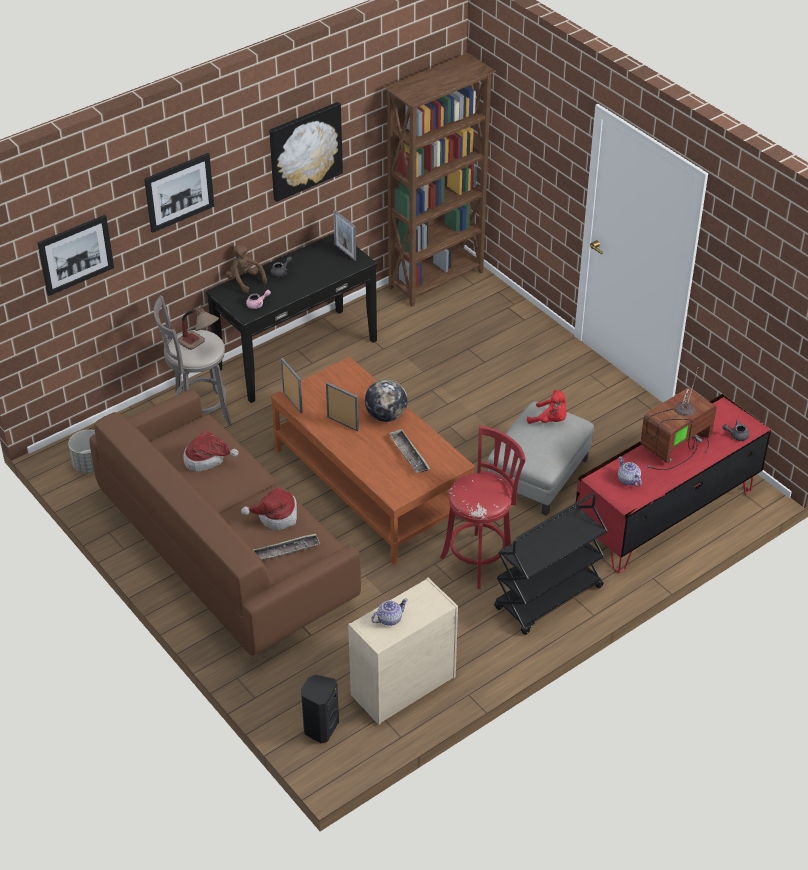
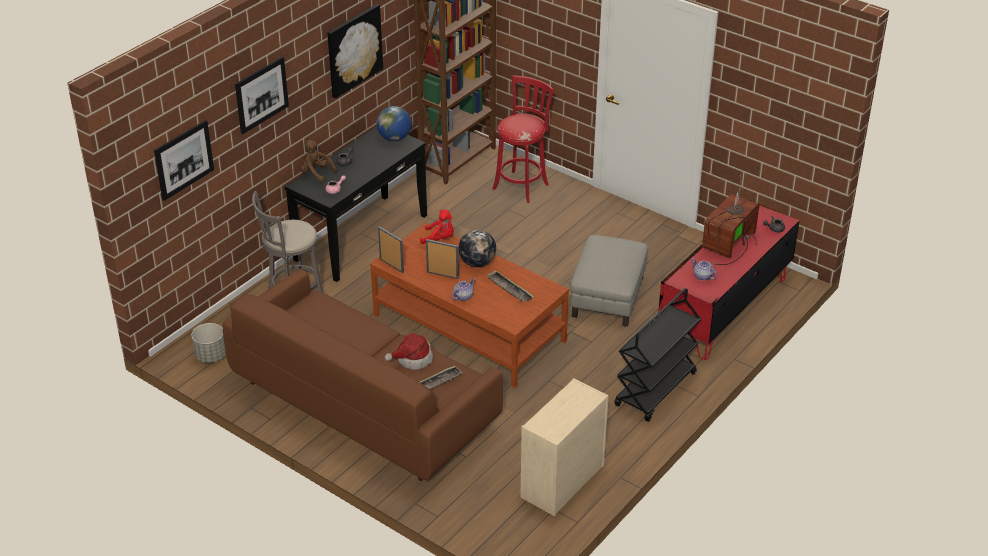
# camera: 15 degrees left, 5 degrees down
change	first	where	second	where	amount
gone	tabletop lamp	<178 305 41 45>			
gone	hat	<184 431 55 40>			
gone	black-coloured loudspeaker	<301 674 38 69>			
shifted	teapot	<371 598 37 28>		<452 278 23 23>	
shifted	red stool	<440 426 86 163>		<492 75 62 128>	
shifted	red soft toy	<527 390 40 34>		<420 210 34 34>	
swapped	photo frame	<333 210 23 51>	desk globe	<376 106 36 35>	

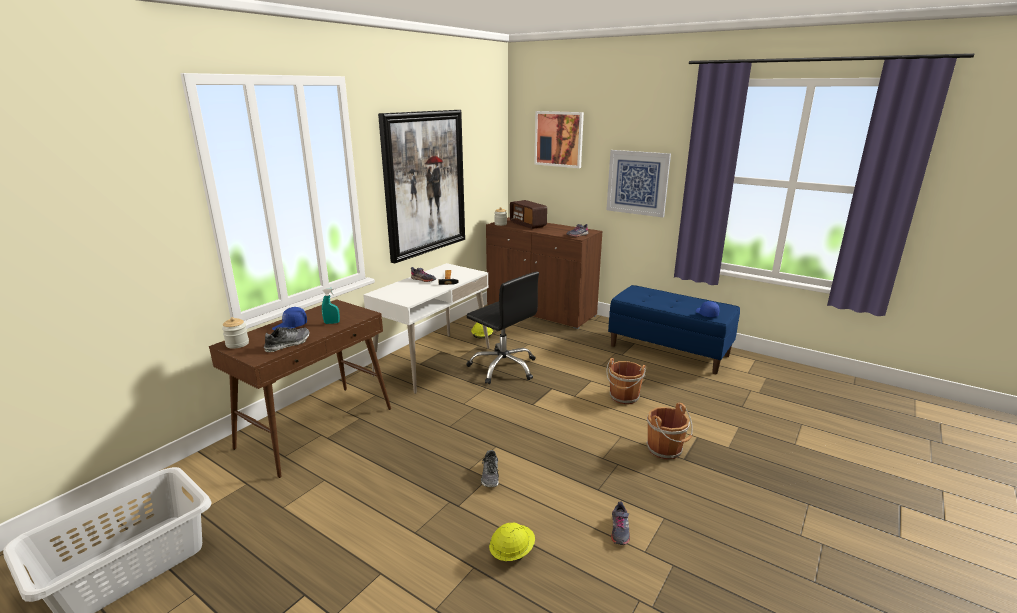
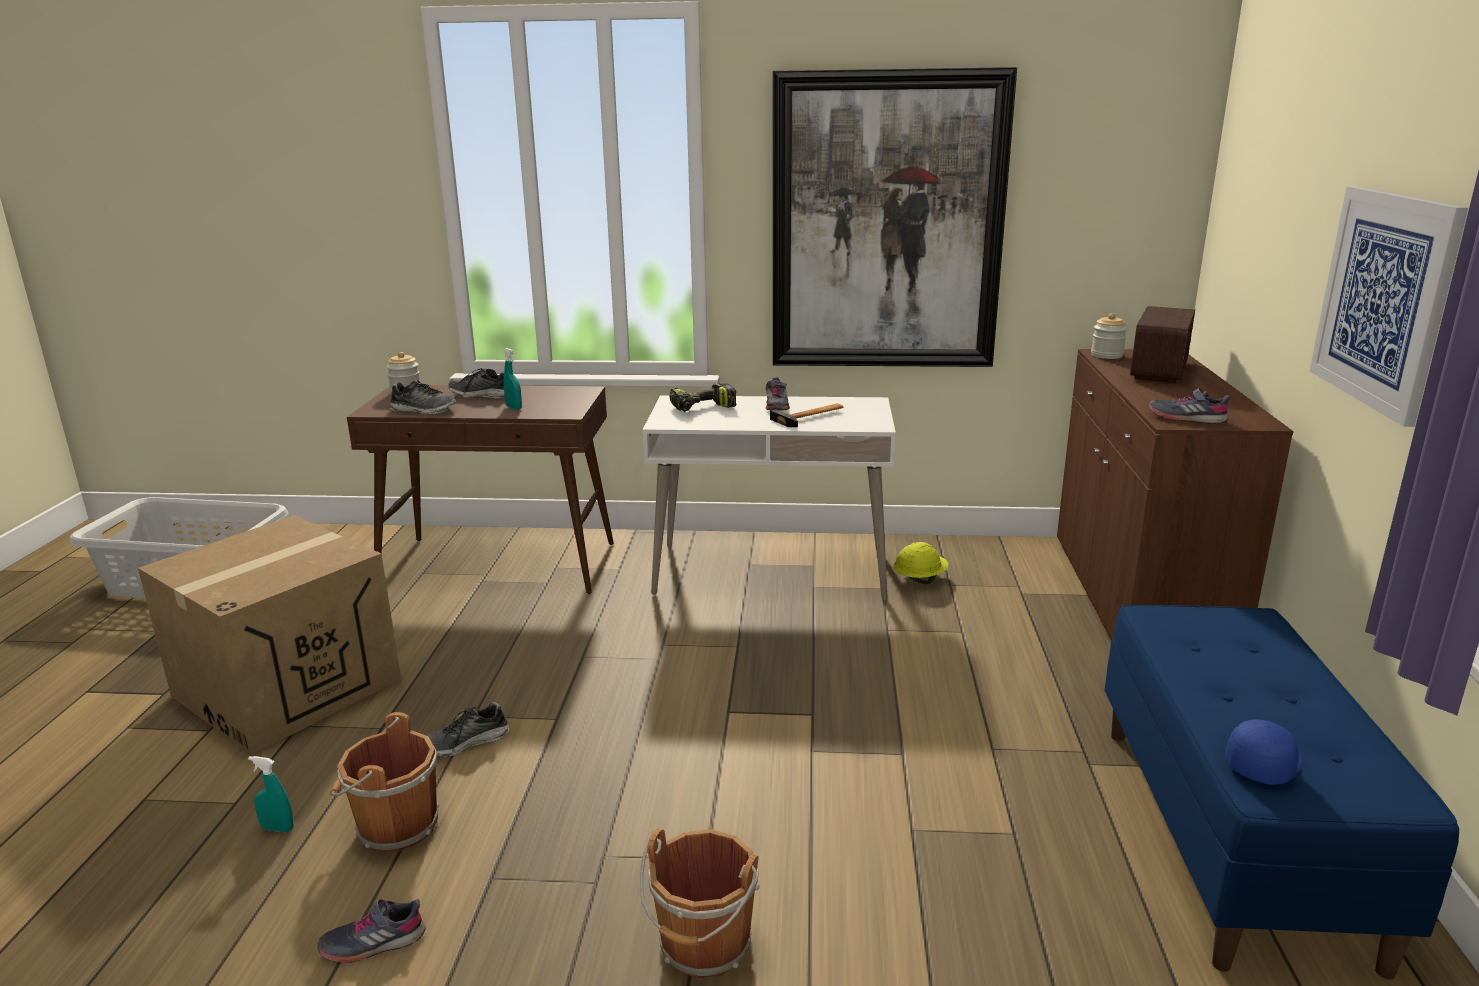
# camera: 60 degrees right, 0 degrees up
change	first	where	second	where	amount
gone	black-coloured office chair	<466 272 73 112>			
gone	picture	<535 111 49 57>			
new			packing box	<138 515 263 240>	
new			power drill	<669 382 67 30>	
shifted	brown pail	<606 358 40 46>		<330 712 109 140>	
swapped	blue-coloured cap	<272 307 35 23>	shoe	<448 368 57 30>	
swapped	yellow hard hat	<489 522 46 39>	turquoise hand sprayer	<248 756 45 77>	

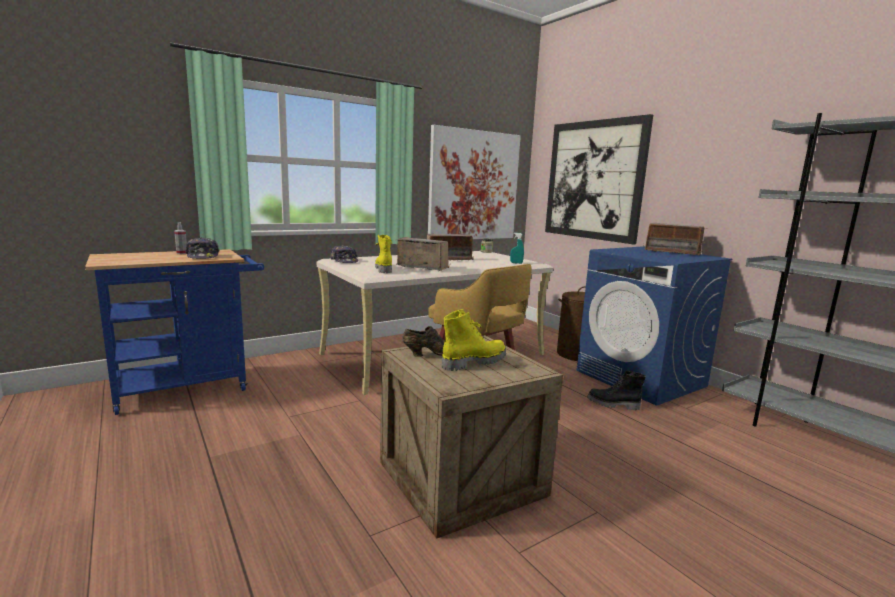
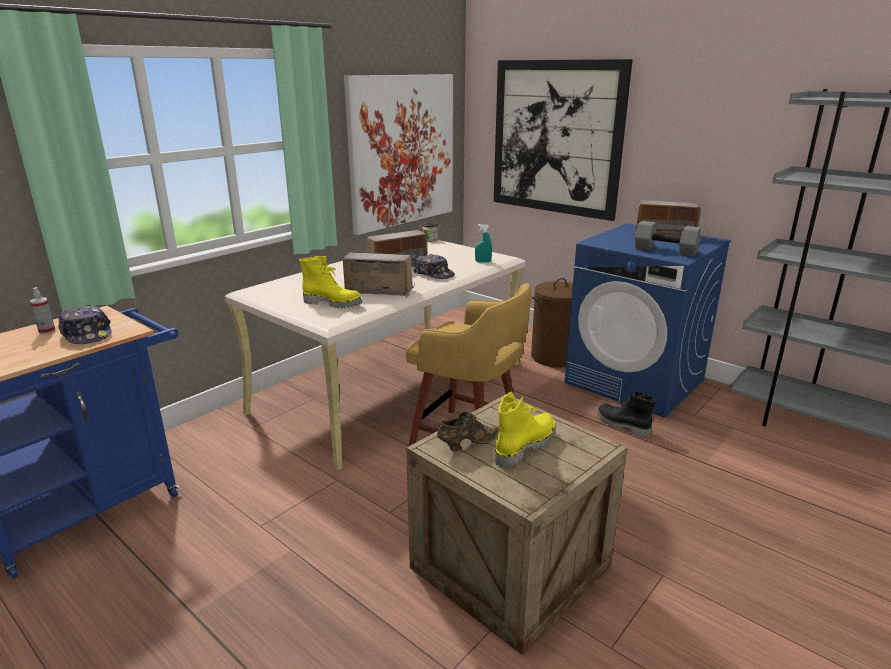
# camera: 15 degrees left, 10 degrees up
change	first	where	second	where	amount
new			gray dumbbell	<635 221 66 36>	
shifted	cap	<330 245 28 18>		<414 254 41 25>	
rotated	yellow tall boot	<375 235 18 38>		<299 256 63 52>	135 degrees clockwise
rotated	black-coloured tall boot	<587 371 59 39>		<597 391 59 46>	45 degrees clockwise

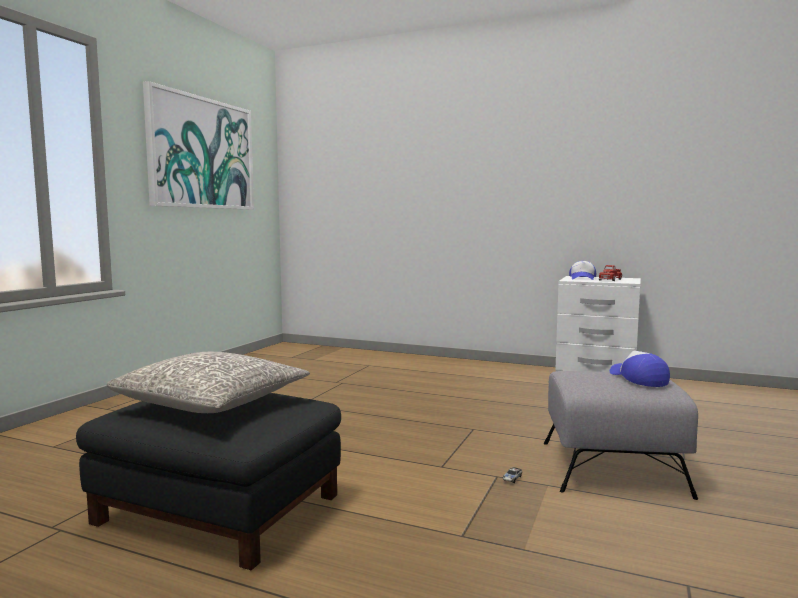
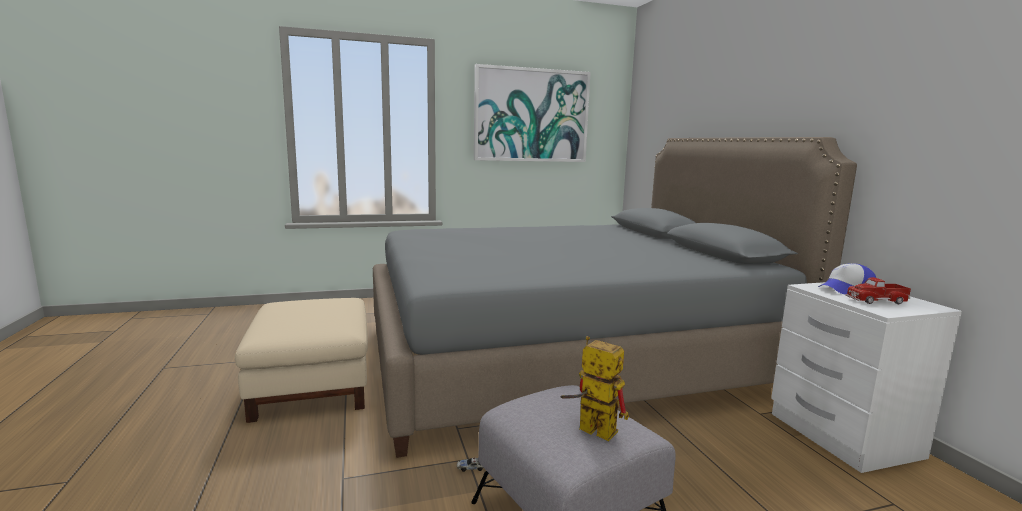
# camera: 50 degrees right, 5 degrees up
change	first	where	second	where	amount
gone	gray cushion	<107 352 203 61>			
new			gray bed	<373 137 484 321>	
swapped	cap	<610 350 60 37>	robot figure	<560 336 69 105>	
repainted	black-coloured pouffe	<76 393 265 177>	sand-coloured pouffe	<235 298 133 125>	

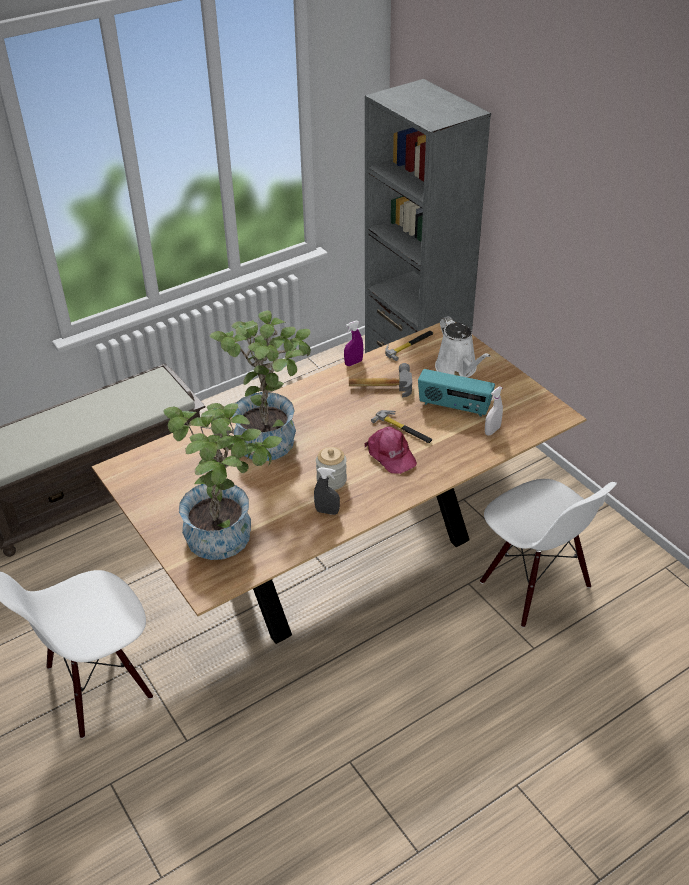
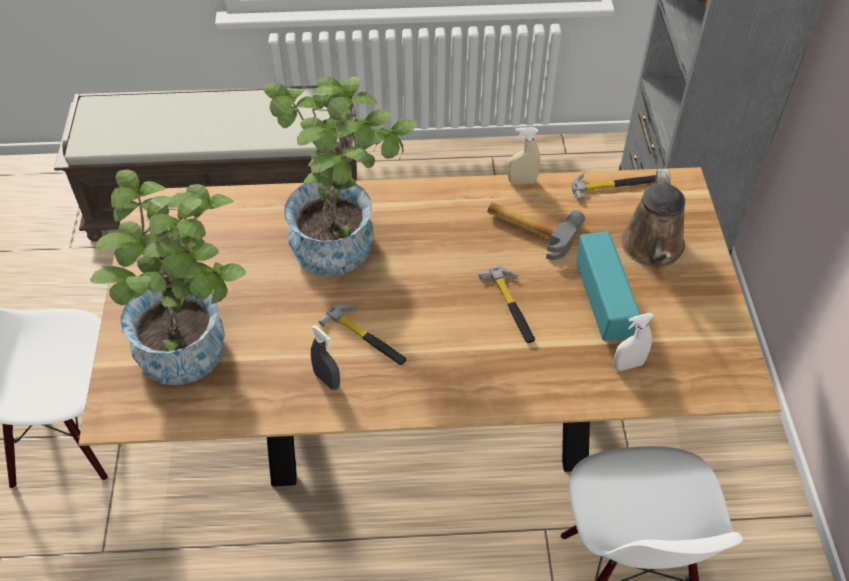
# camera: 30 degrees right, 10 degrees up
change	first	where	second	where	amount
gone	pink cap	<364 426 53 48>			
swapped	jar	<316 447 31 43>	hand hammer	<319 305 88 60>	
repainted	purple hand sprayer	<344 321 19 45>	sand-coloured hand sprayer	<508 127 32 57>	
repainted	white watering pot	<435 316 55 61>	brown watering pot	<621 169 64 98>	
rotated	radio set	<418 369 77 48>		<577 232 63 109>	150 degrees counterclockwise

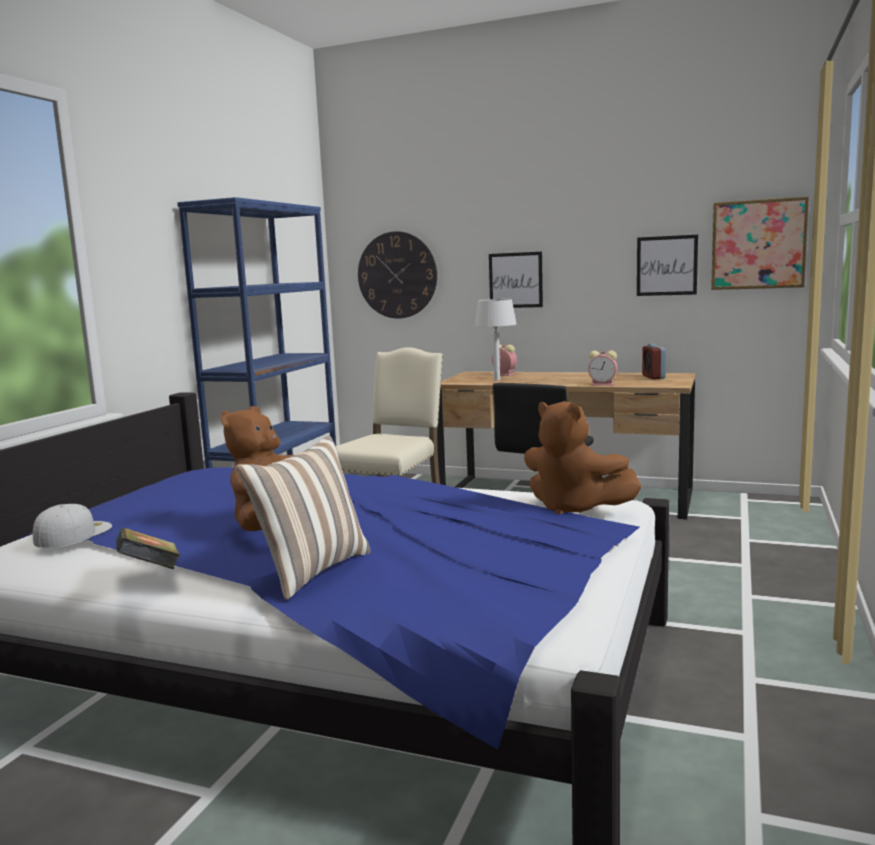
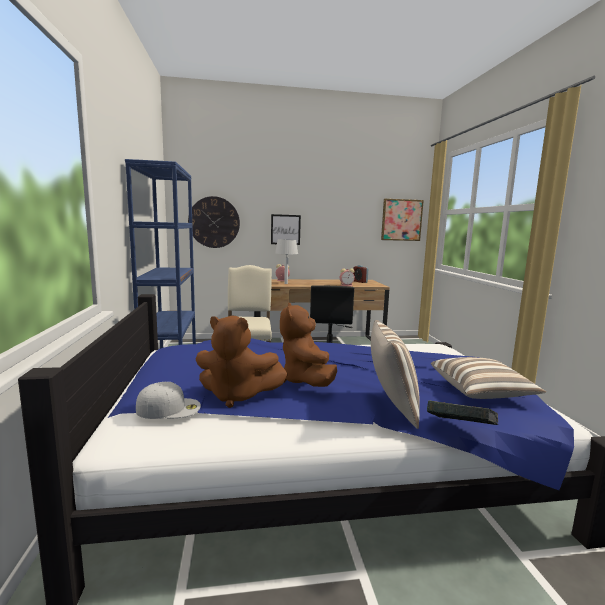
# camera: 30 degrees left, 0 degrees up
change	first	where	second	where	amount
gone	picture	<637 235 61 61>			
new			cushion	<431 357 115 42>	
shifted	bound book	<116 528 65 41>		<427 400 71 25>	
shifted	brown soft toy	<524 401 118 113>		<195 315 93 93>	
rotated	white cap	<33 504 79 44>		<136 382 65 37>	90 degrees clockwise

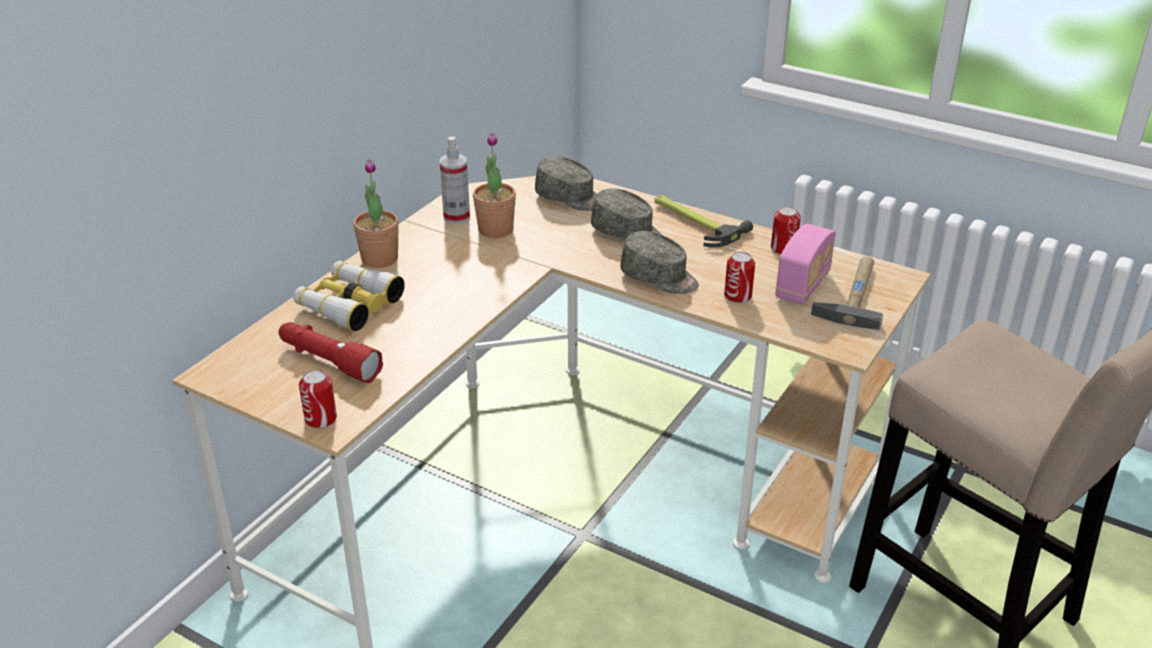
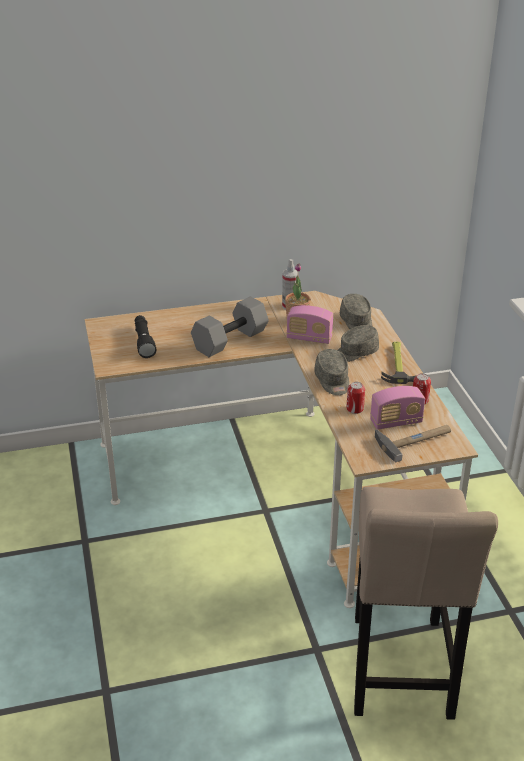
# camera: 45 degrees right, 0 degrees up
change	first	where	second	where	amount
gone	field glasses	<293 261 111 71>			
gone	can	<299 370 38 59>			
gone	potted plant	<353 159 46 109>			
new			gray dumbbell	<191 296 78 61>	
new			radio set	<287 305 46 39>	
repainted	red hand torch	<279 322 104 61>	black-coloured hand torch	<135 315 22 43>	
rotated	gray cap	<591 188 71 53>		<338 325 41 37>	75 degrees clockwise

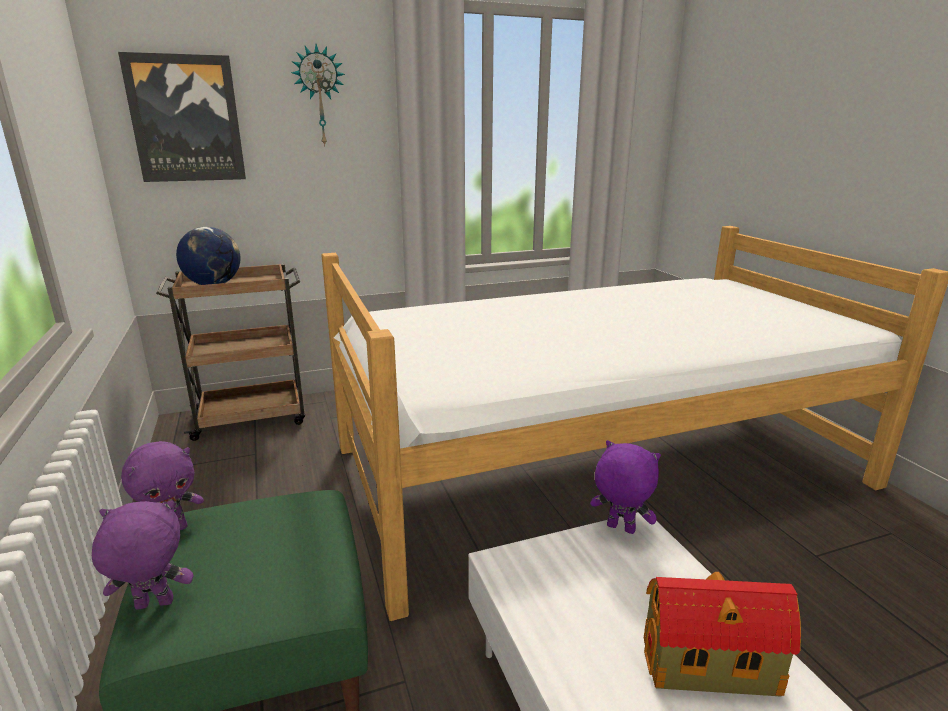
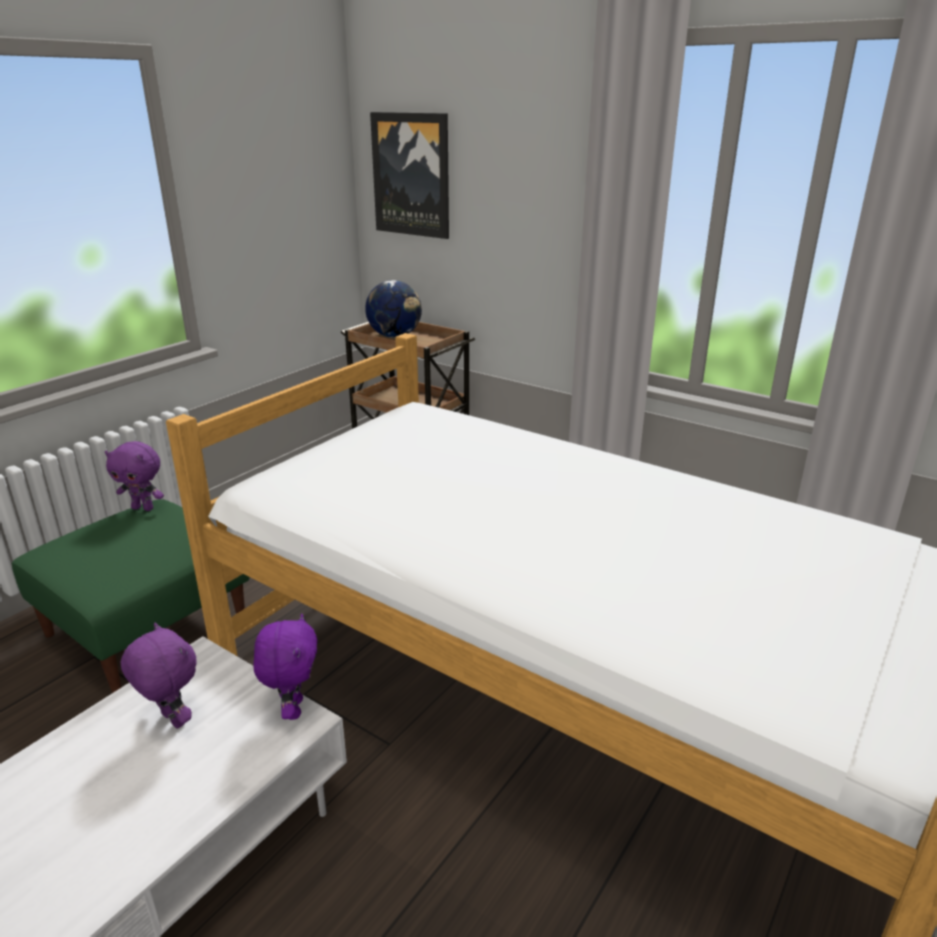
# camera: 55 degrees right, 5 degrees up
change	first	where	second	where	amount
gone	wall clock	<291 44 54 103>			
gone	model house	<644 572 157 125>			
shifted	purple soft toy	<92 500 101 110>		<121 623 76 105>	

